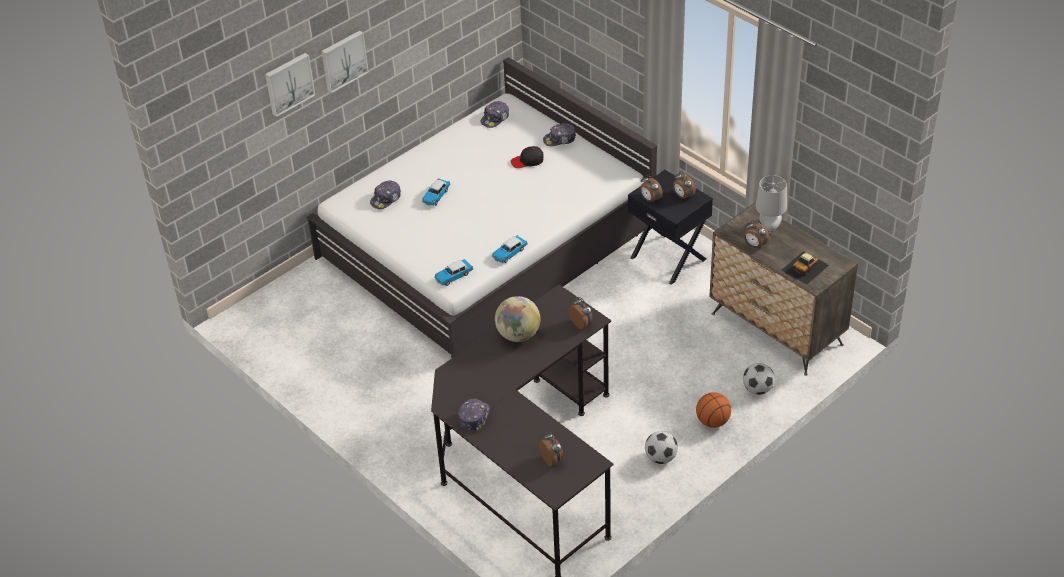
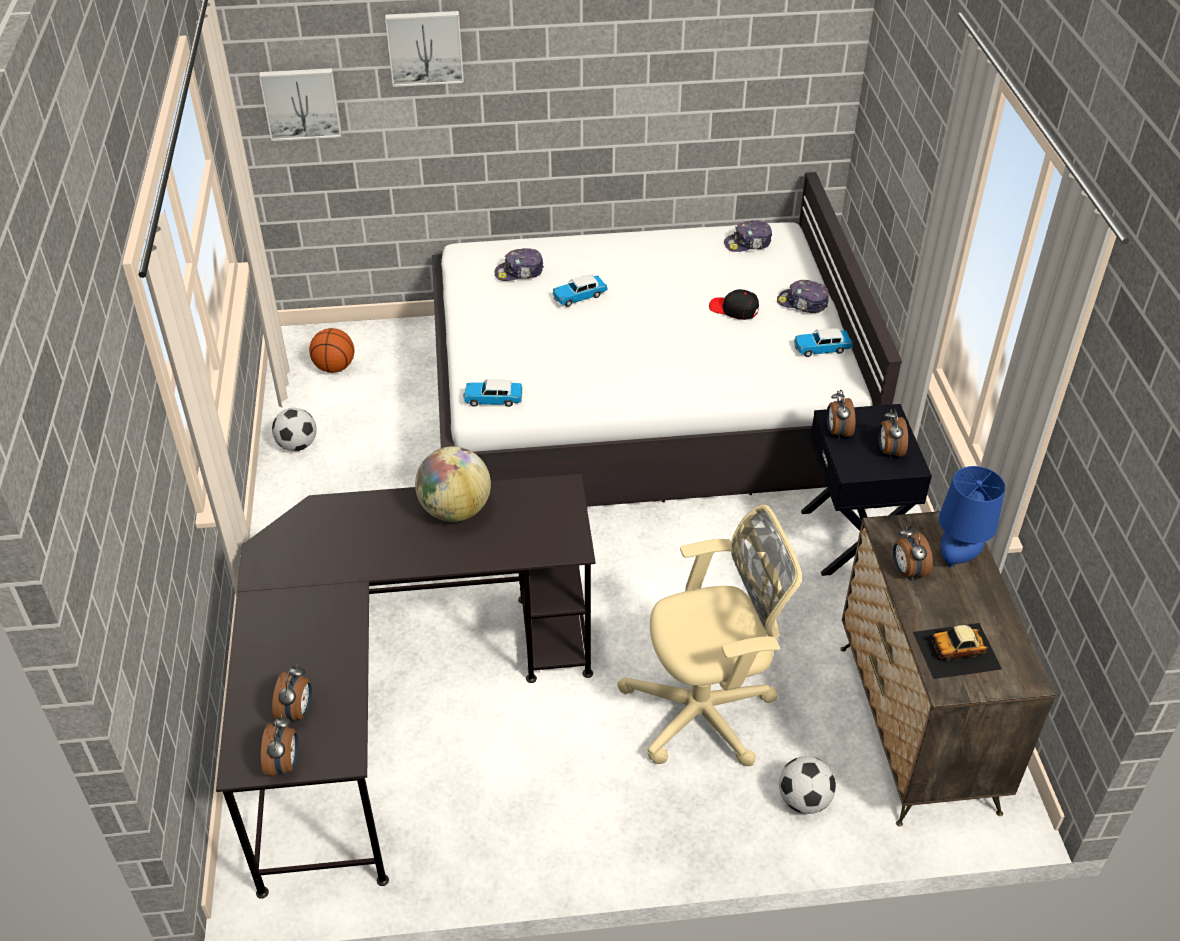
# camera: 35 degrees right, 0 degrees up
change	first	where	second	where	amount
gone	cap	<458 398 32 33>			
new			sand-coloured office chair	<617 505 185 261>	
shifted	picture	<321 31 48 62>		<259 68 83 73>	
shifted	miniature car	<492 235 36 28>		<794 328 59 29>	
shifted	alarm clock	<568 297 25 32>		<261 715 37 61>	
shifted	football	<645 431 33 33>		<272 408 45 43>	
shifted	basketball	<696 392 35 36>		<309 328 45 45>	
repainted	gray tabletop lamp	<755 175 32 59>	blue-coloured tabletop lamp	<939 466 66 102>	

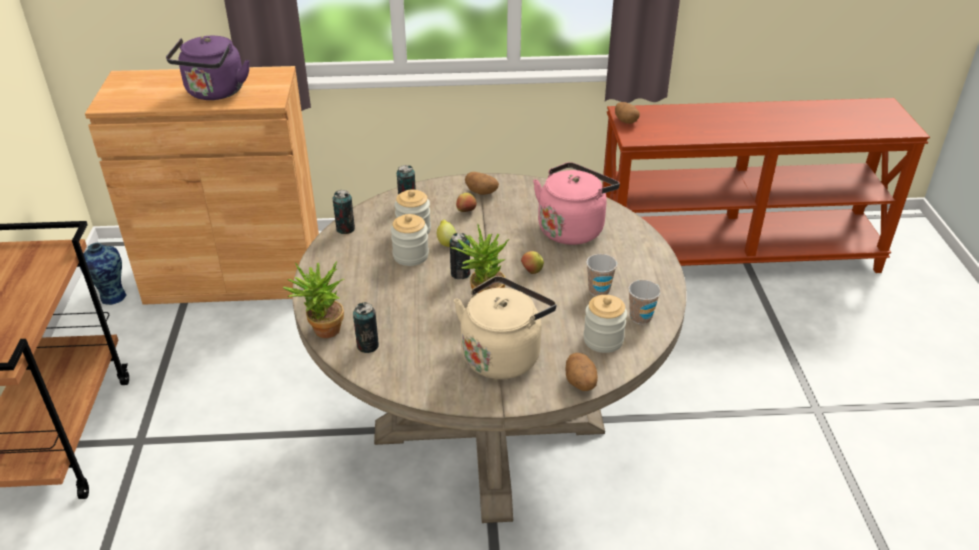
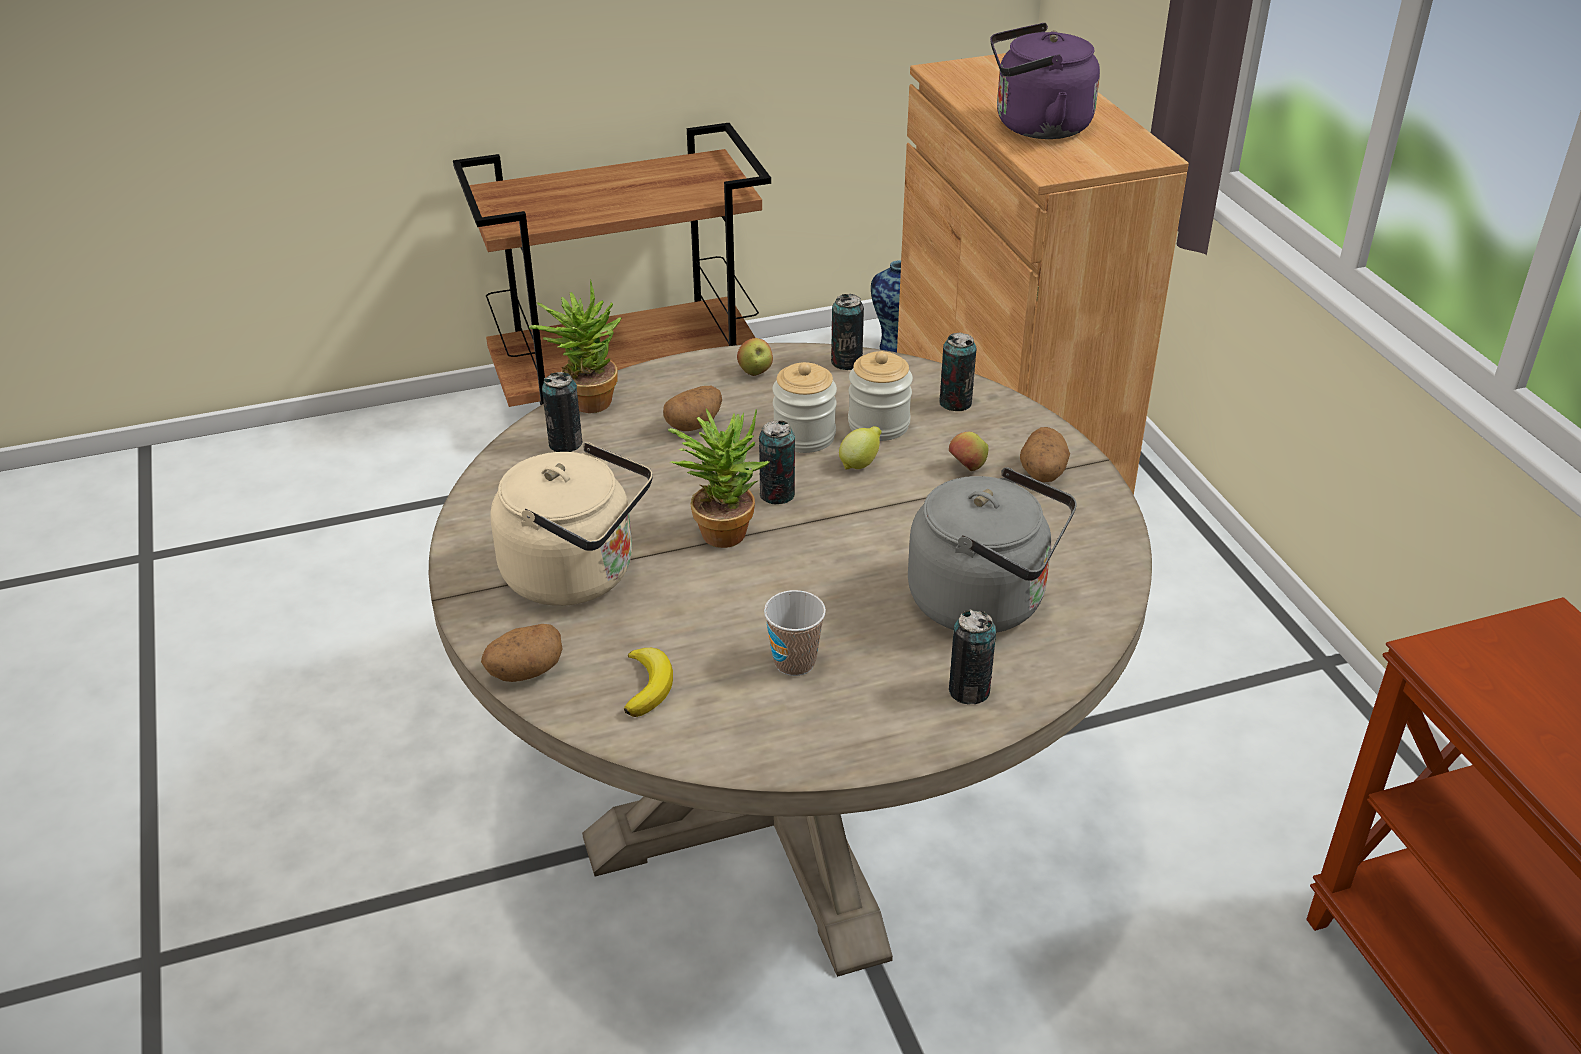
# camera: 75 degrees right, 0 degrees up
change	first	where	second	where	amount
gone	small cup	<628 280 33 44>			
new			can	<949 609 47 95>	
shifted	whole apple	<521 251 23 23>		<737 338 36 38>	
shifted	whole potato	<615 102 25 22>		<663 386 59 45>	
swapped	jar	<583 295 44 58>	banana	<624 648 49 69>	
repainted	pink water kettle	<533 162 87 83>	gray water kettle	<908 467 169 166>	

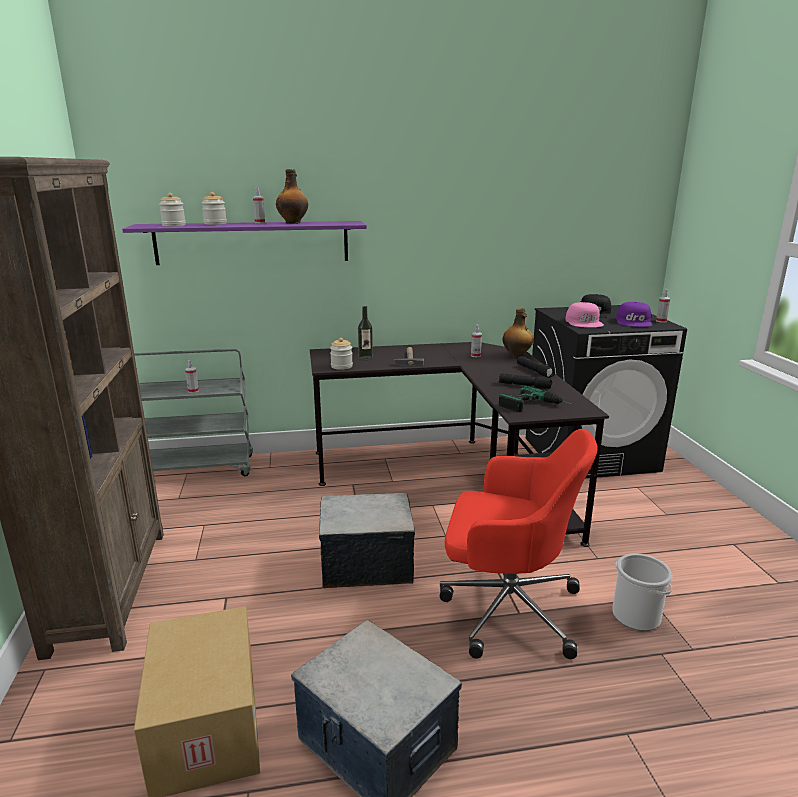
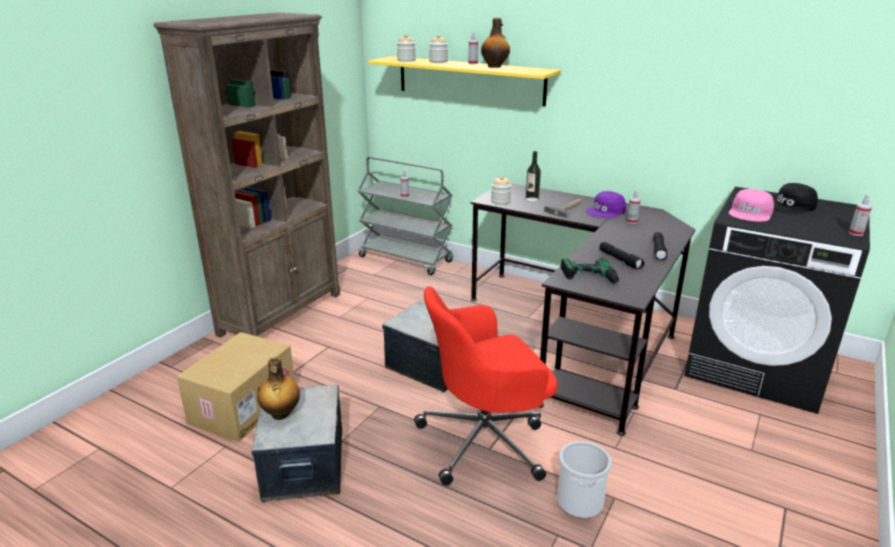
# camera: 40 degrees right, 5 degrees up
change	first	where	second	where	amount
shifted	beverage bottle	<503 308 30 50>		<257 357 43 63>	
shifted	purple cap	<616 302 36 25>		<586 191 40 27>	
repainted	purple bracket shelf	<122 221 245 44>	yellow bracket shelf	<368 56 193 50>	
rotated	red office chair	<440 429 158 230>		<414 287 144 199>	105 degrees clockwise

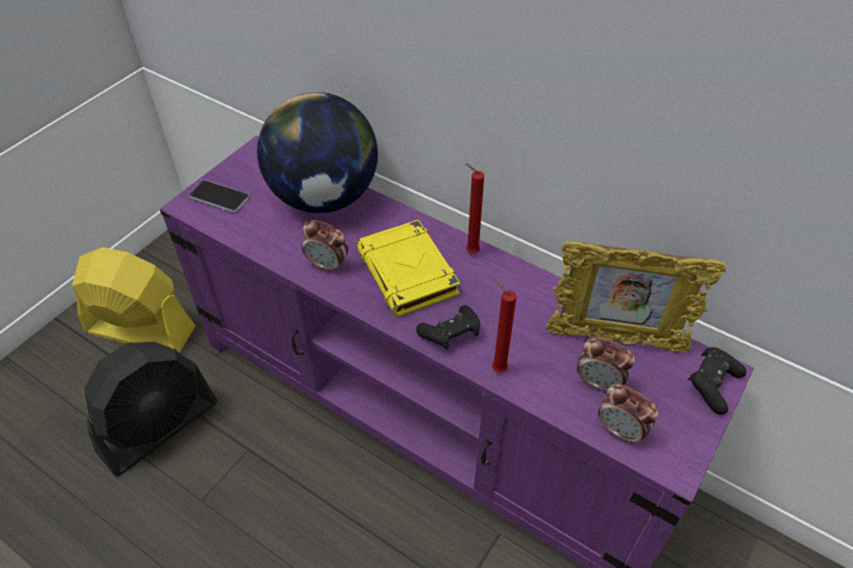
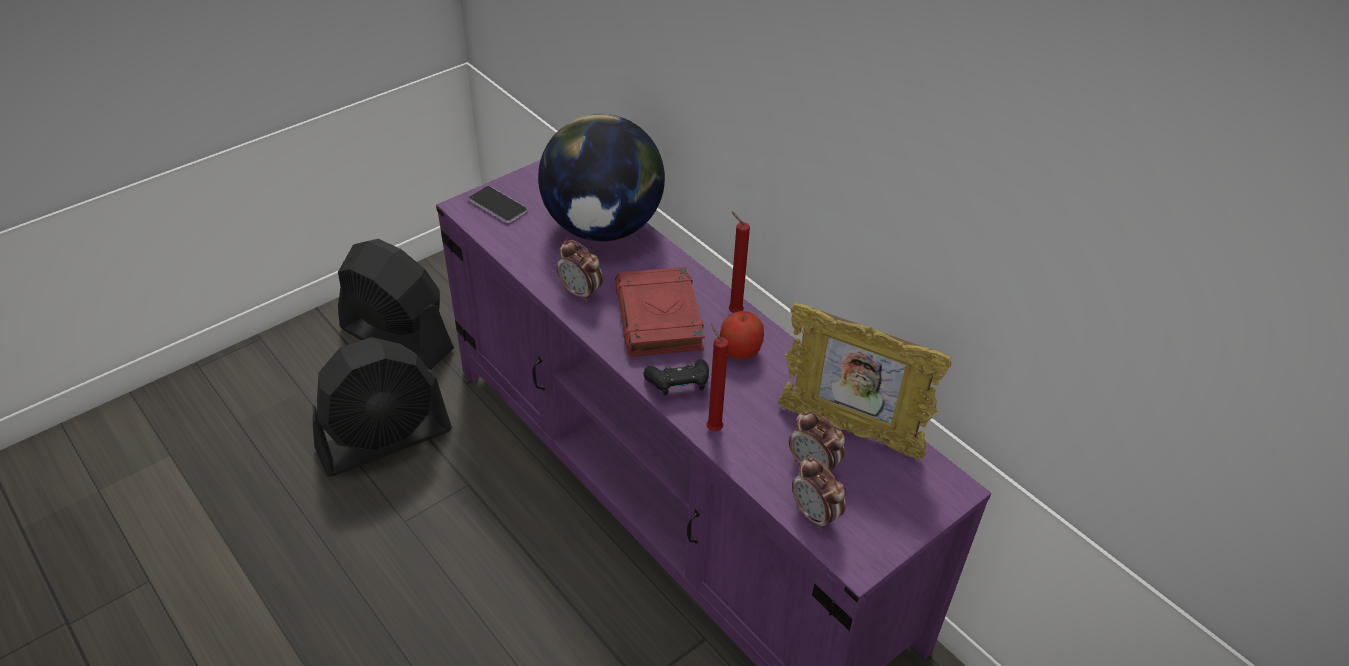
# camera: 15 degrees right, 5 degrees down
change	first	where	second	where	amount
gone	black-coloured joypad	<688 347 58 68>			
new			whole apple	<720 311 44 48>	
repainted	yellow electric fan	<72 247 124 106>	black-coloured electric fan	<338 239 116 131>	
repainted	yellow bound book	<356 220 104 97>	red bound book	<615 267 90 90>	

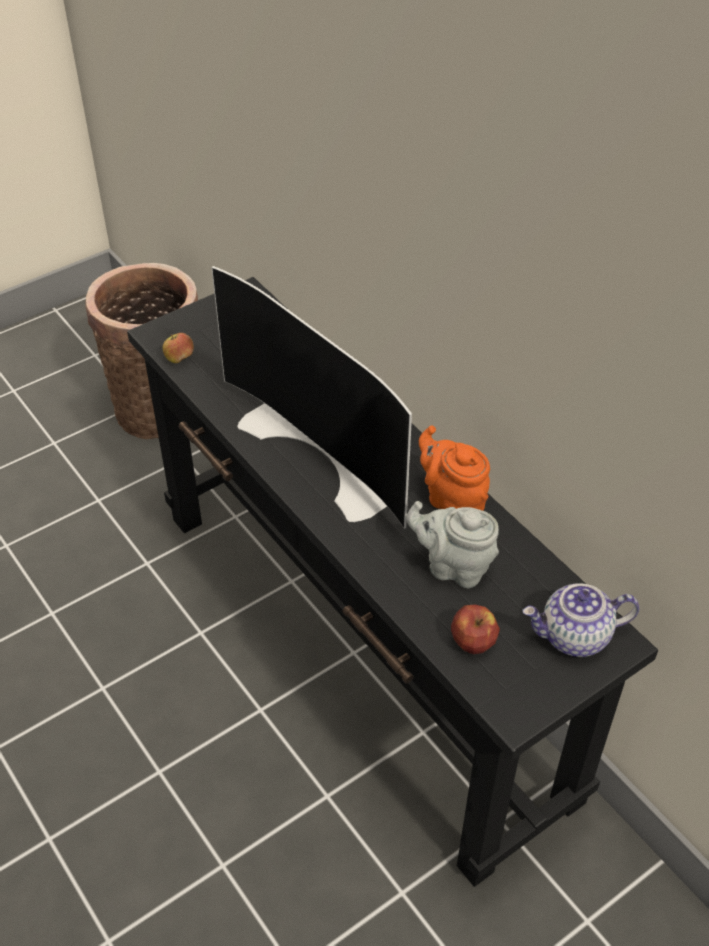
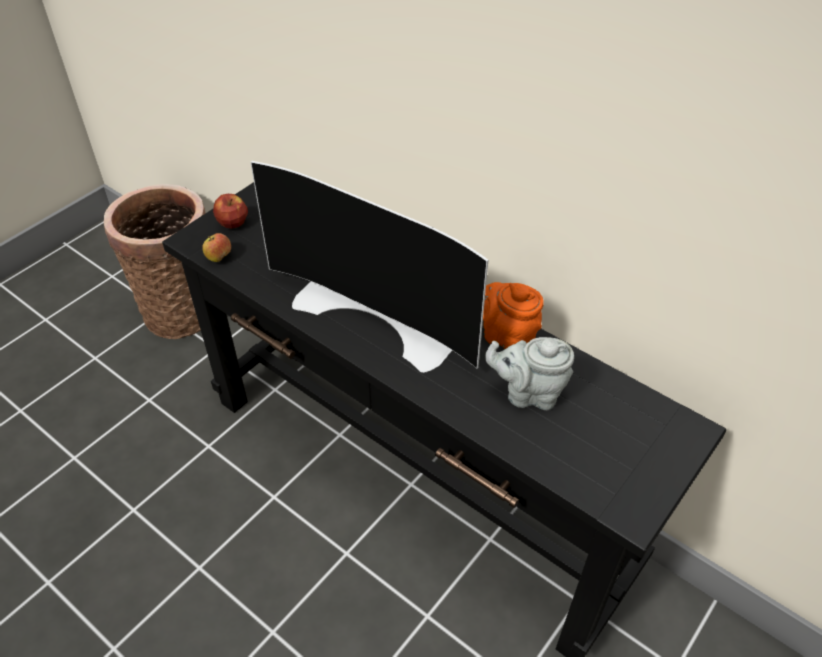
# camera: 15 degrees left, 0 degrees up
change	first	where	second	where	amount
gone	teapot	<522 583 117 74>			
shifted	whole apple	<451 604 49 50>		<213 194 35 35>	

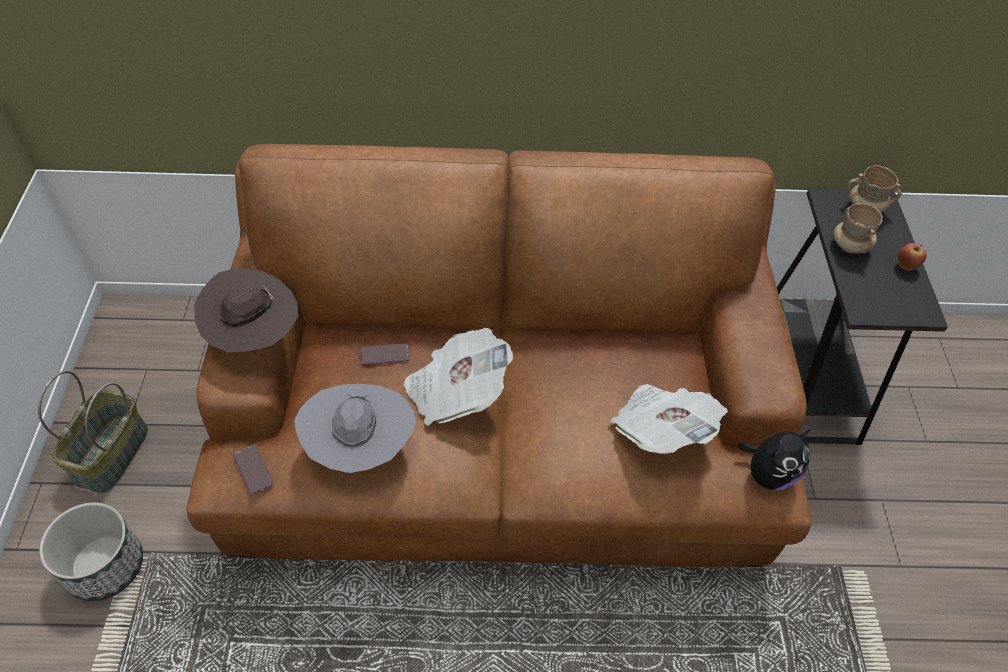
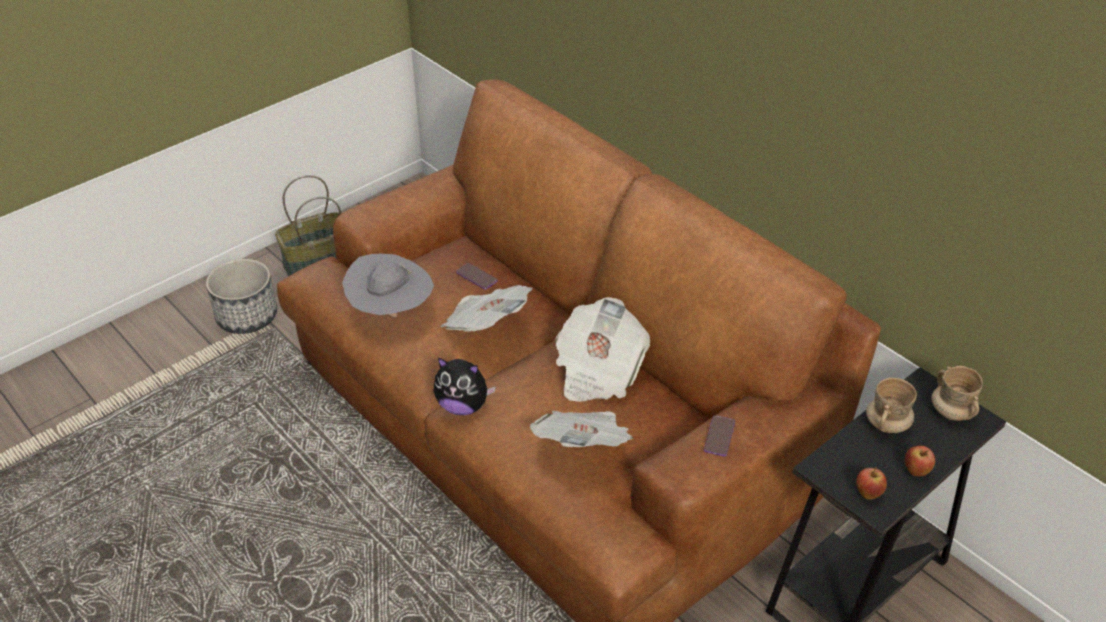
# camera: 50 degrees right, 10 degrees down
change	first	where	second	where	amount
gone	brown hat	<194 269 104 83>			
new			daily paper	<555 297 95 105>	
new			whole apple	<856 467 31 32>	
shifted	telephone	<233 445 40 49>		<704 415 32 42>	
shifted	soft toy	<738 430 73 60>		<433 358 63 57>	

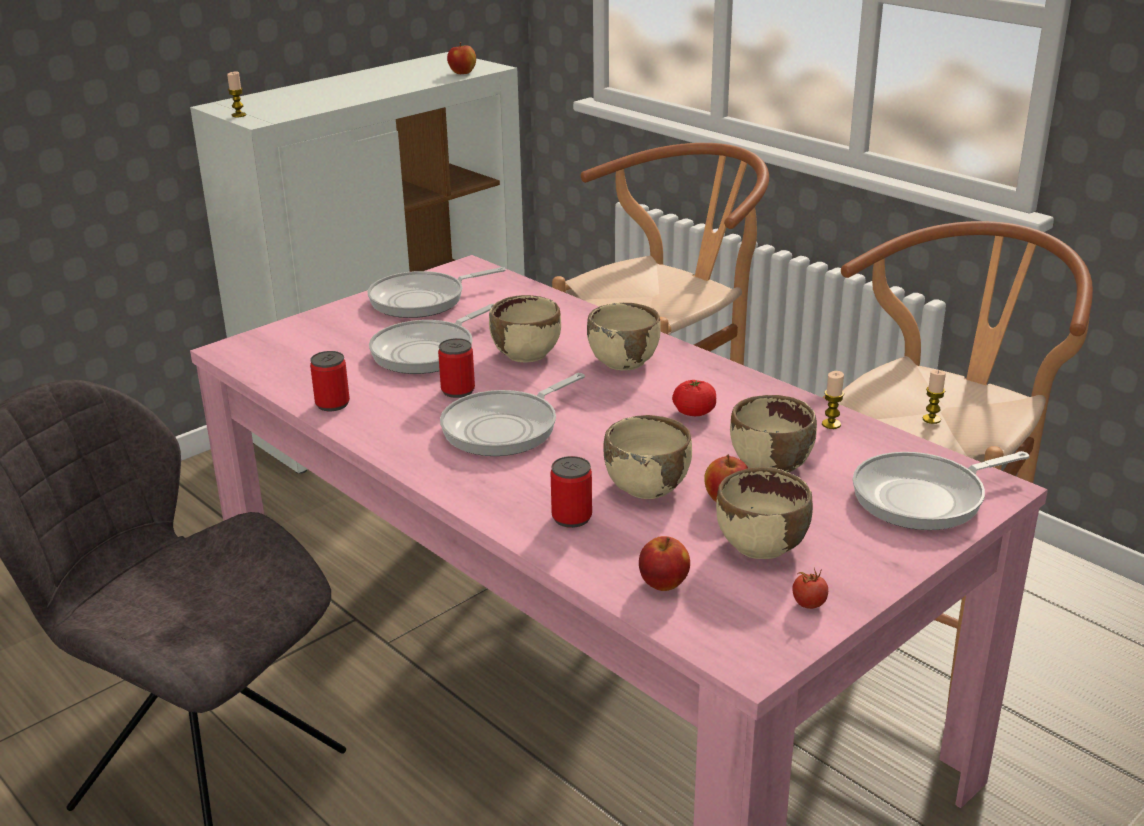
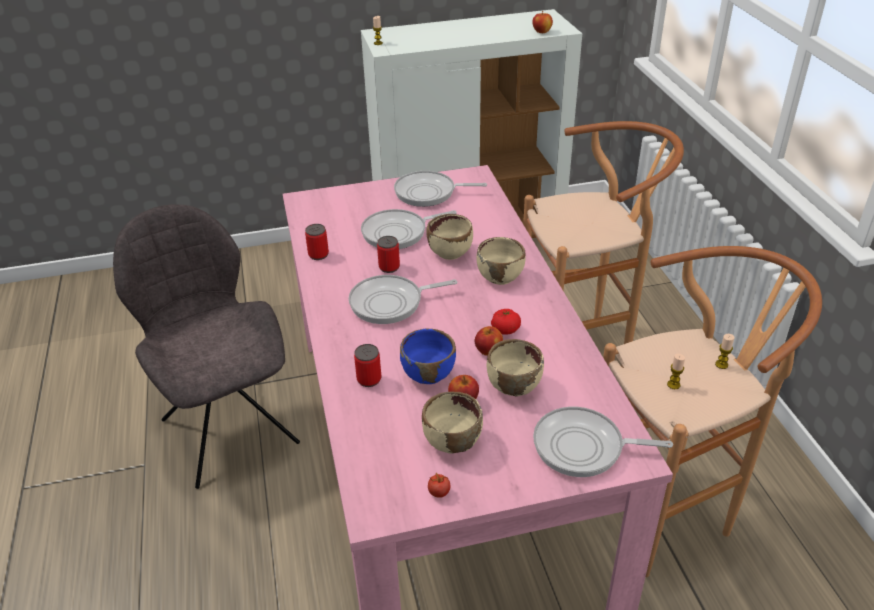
# camera: 30 degrees right, 10 degrees up
change	first	where	second	where	amount
shifted	whole apple	<639 536 51 55>		<475 326 28 30>	
shifted	candle	<822 371 22 58>		<715 334 19 35>	
repainted	sand-coloured deep dish	<603 415 89 84>	blue-coloured deep dish	<400 329 56 55>	

